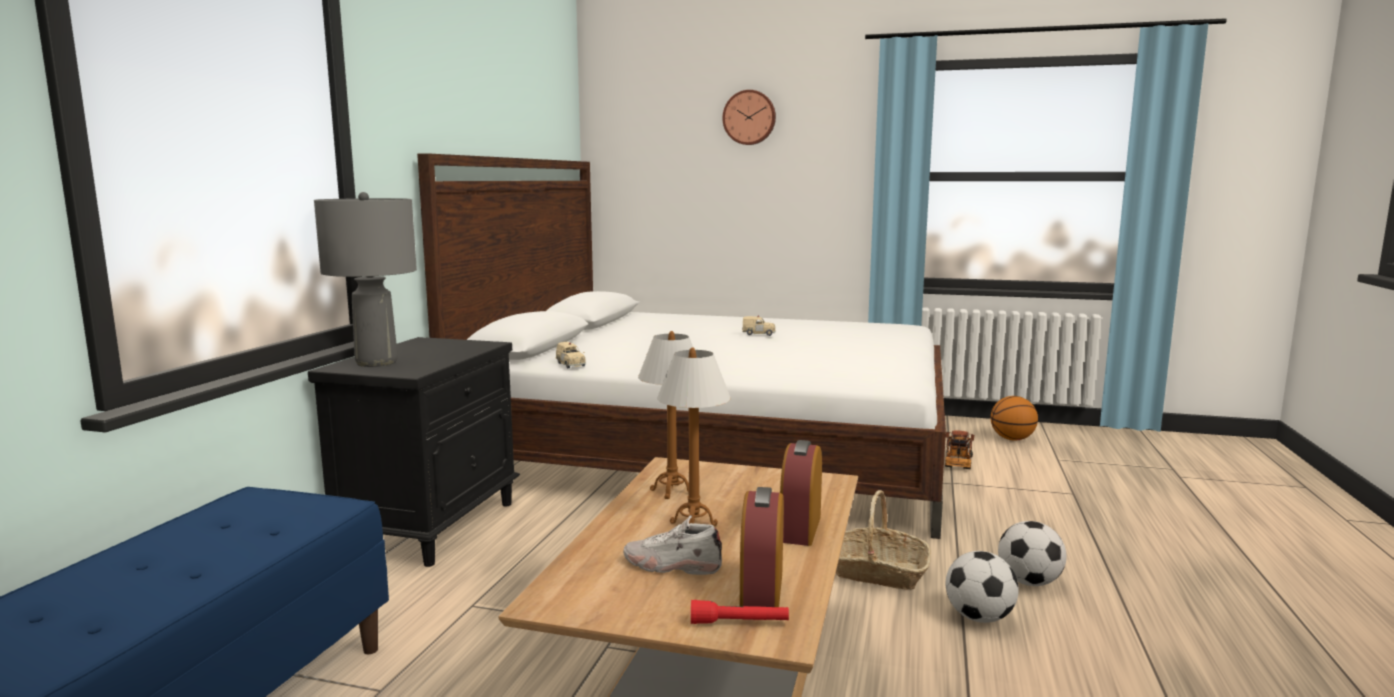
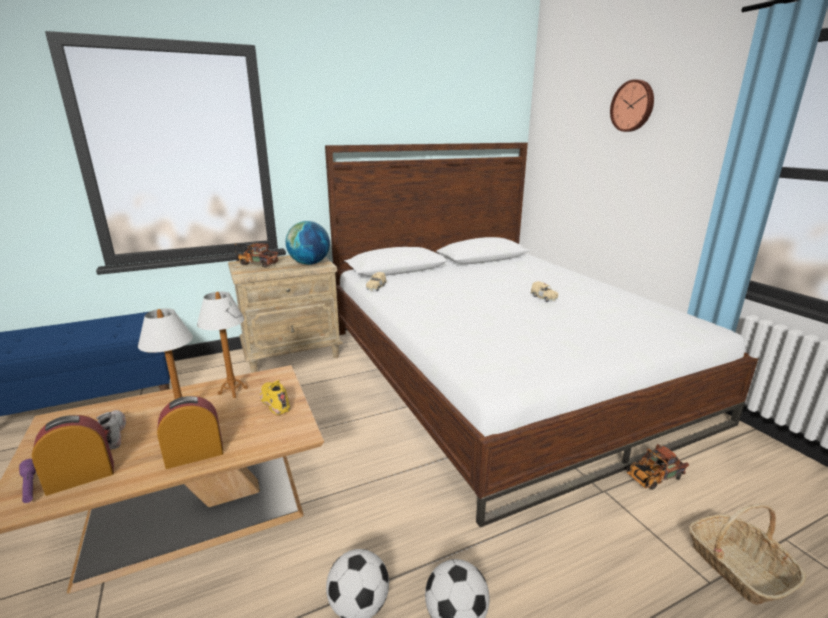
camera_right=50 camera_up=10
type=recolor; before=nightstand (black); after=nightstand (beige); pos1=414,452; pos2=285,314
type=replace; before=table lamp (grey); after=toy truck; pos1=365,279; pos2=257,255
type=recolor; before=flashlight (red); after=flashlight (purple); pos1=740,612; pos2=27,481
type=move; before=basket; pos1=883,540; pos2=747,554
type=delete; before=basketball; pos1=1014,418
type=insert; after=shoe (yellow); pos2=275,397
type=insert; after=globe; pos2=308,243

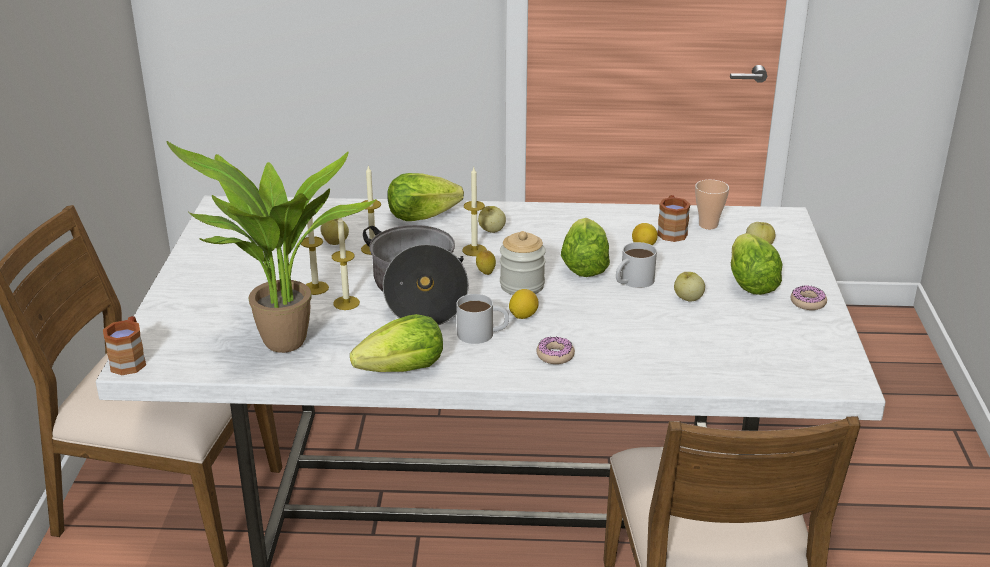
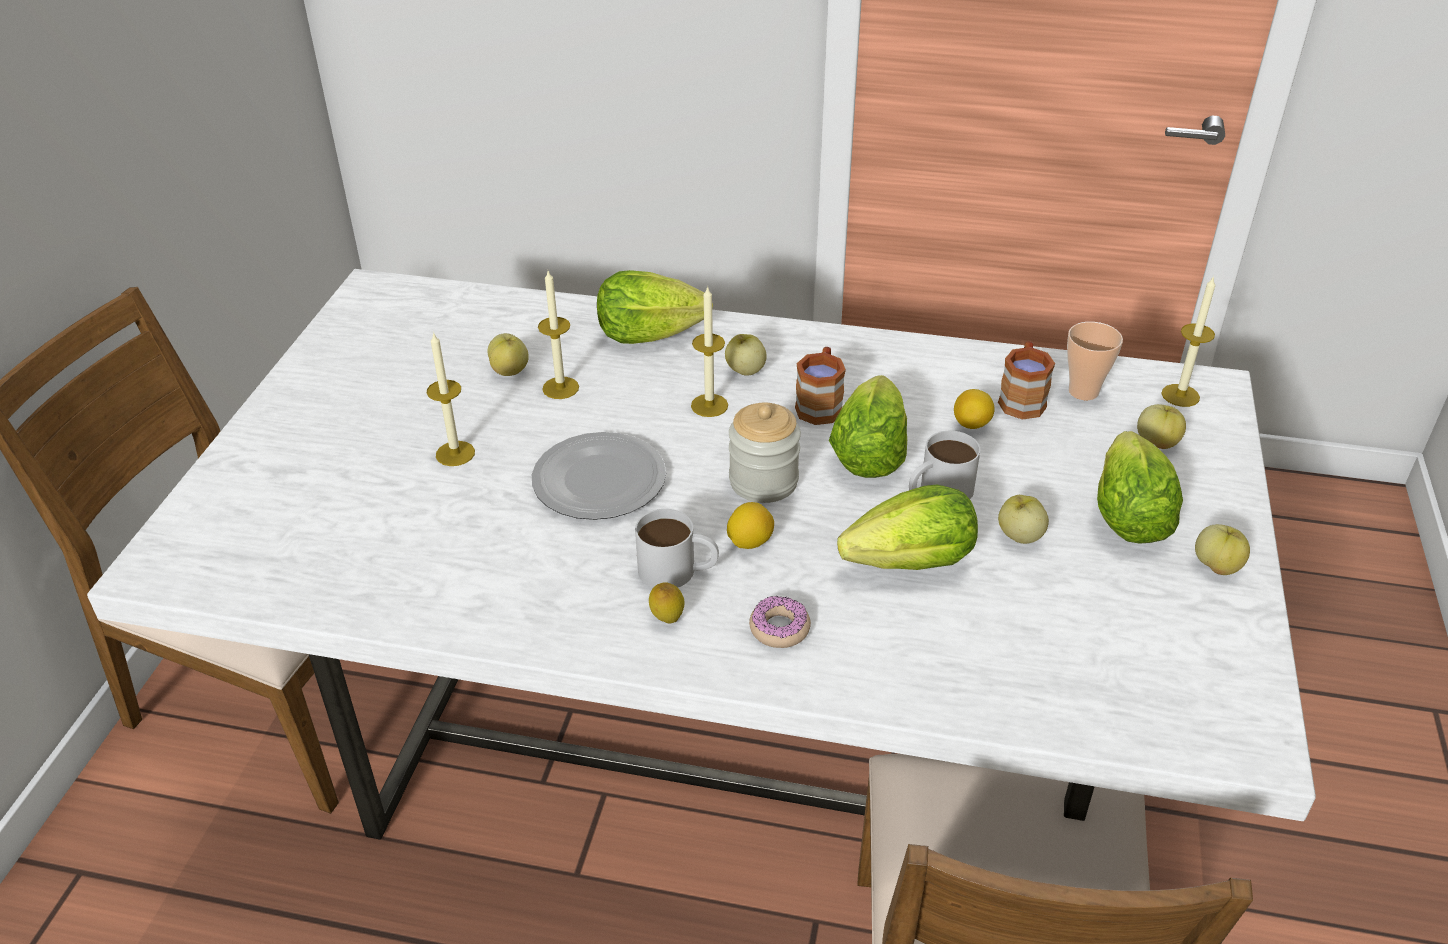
camera_right=10 camera_up=10
type=move; before=mug (brown); pos1=124,345; pos2=820,386
type=delete; before=potted plant; pos1=271,247
type=move; before=candle; pos1=346,264; pos2=1188,341
type=move; before=lettuce; pos1=396,343; pos2=907,527
type=replace; before=cooking pot; after=plate; pos1=416,275; pos2=599,476
type=move; before=lemon; pos1=486,262; pos2=666,602
type=replace; before=donut; after=apple; pos1=809,297; pos2=1222,549

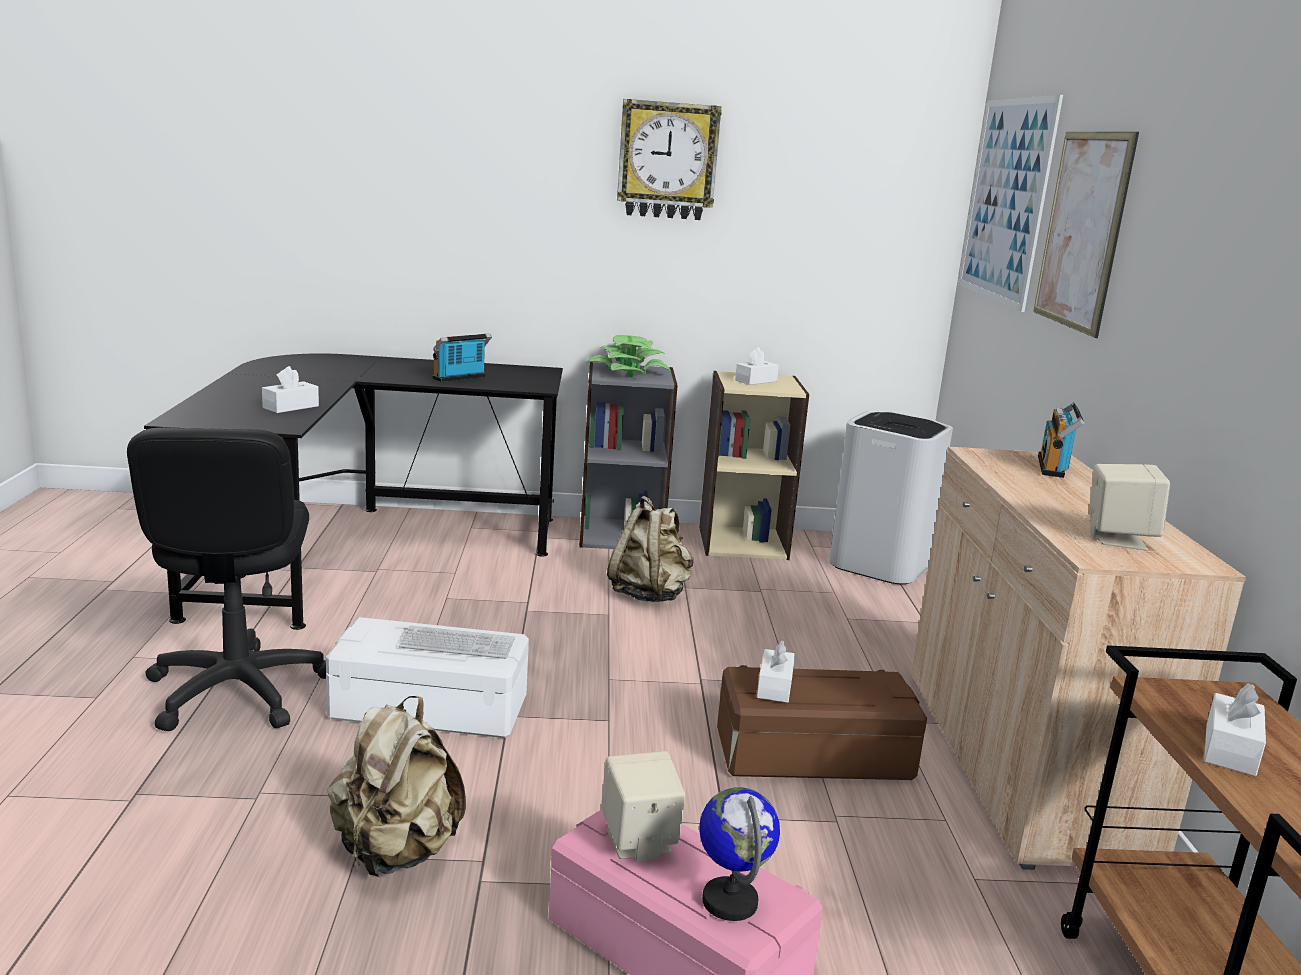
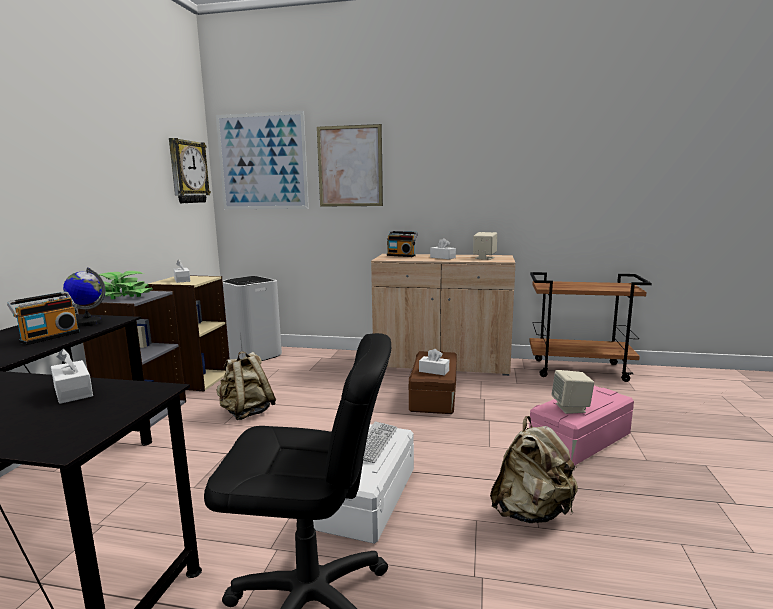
camera_right=-75 camera_up=-5
type=rotate; before=radio; pos1=462,358; pos2=43,318; turn=-120
type=move; before=wall clock; pos1=669,159; pos2=190,170
type=move; before=globe; pos1=739,854; pos2=84,296
type=move; before=tissue box (white); pos1=1235,729; pos2=443,248

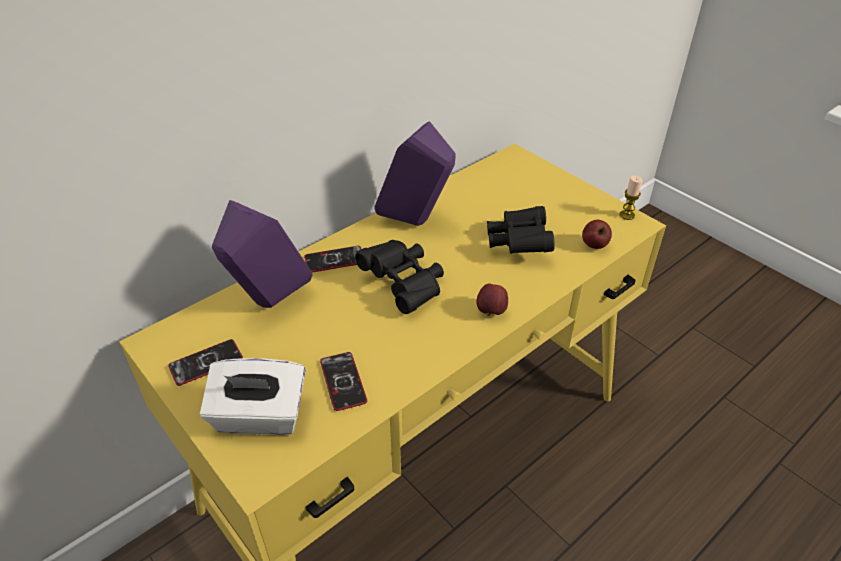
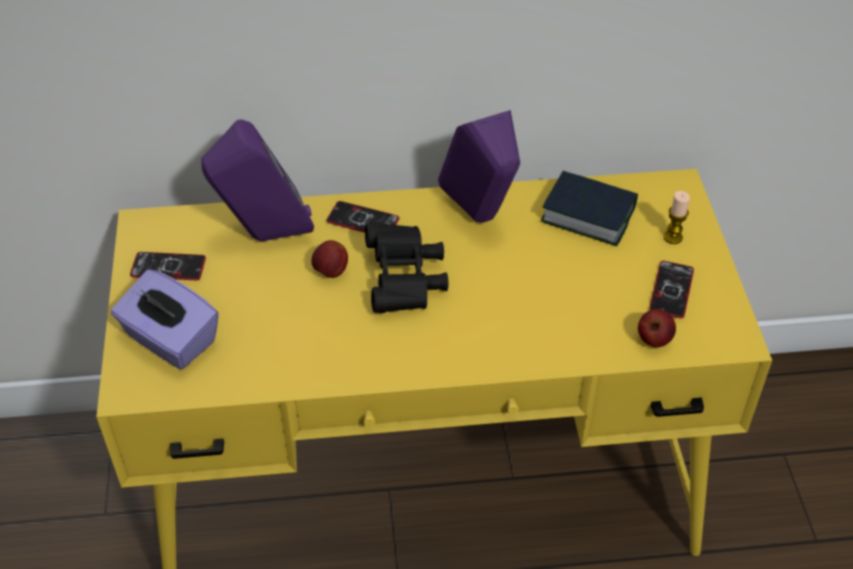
camera_right=35 camera_up=5
type=recolor; before=tissue box (white); after=tissue box (purple); pos1=253,396; pos2=165,319
type=move; before=phone; pos1=343,381; pos2=671,289
type=move; before=apple; pos1=492,299; pos2=329,259
type=delete; before=binoculars (black); pos1=521,230
type=move; before=candle; pos1=631,198; pos2=677,217
type=insert; after=book; pos2=589,208

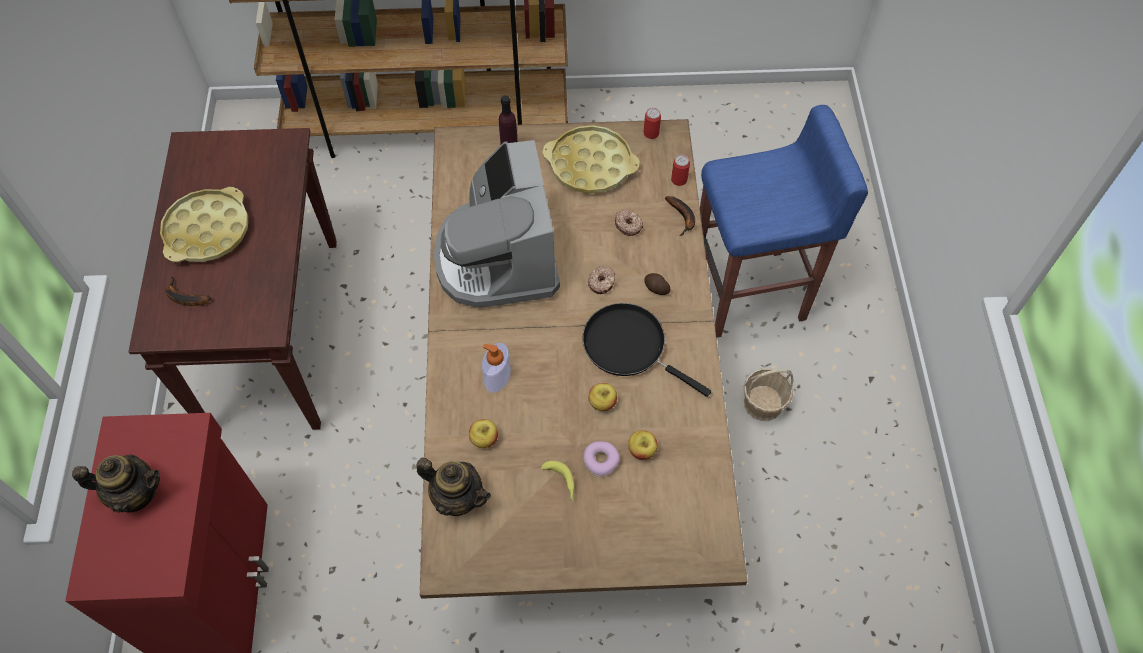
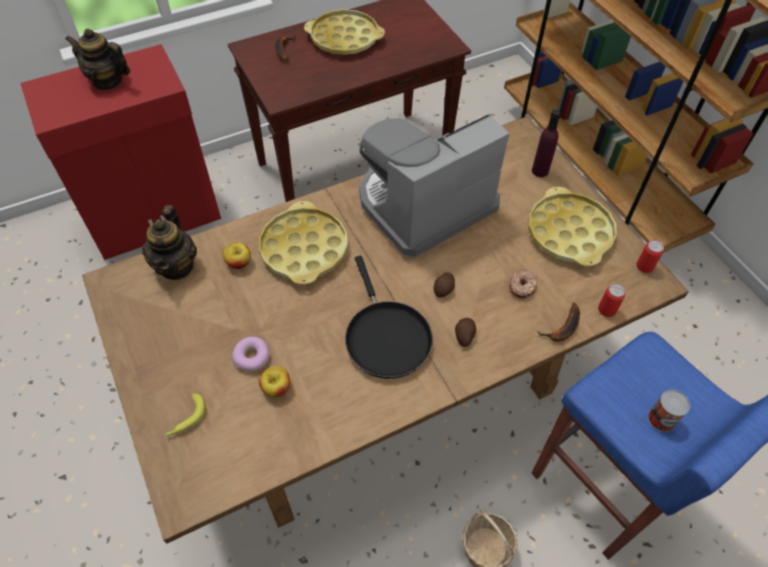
camera_right=65 camera_up=-5
type=rotate; before=teapot; pos1=116,483; pos2=97,59; turn=135
type=replace; before=soap dispenser; after=tray (yellow); pos1=496,368; pos2=303,243
type=move; before=banana; pos1=557,480; pos2=185,415
type=rotate; before=frying pan (black); pos1=647,350; pos2=389,317; turn=150
type=replace; before=donut; after=potato; pos1=601,279; pos2=444,284
type=delete; before=apple; pos1=603,397
type=insert; after=can; pos2=669,410

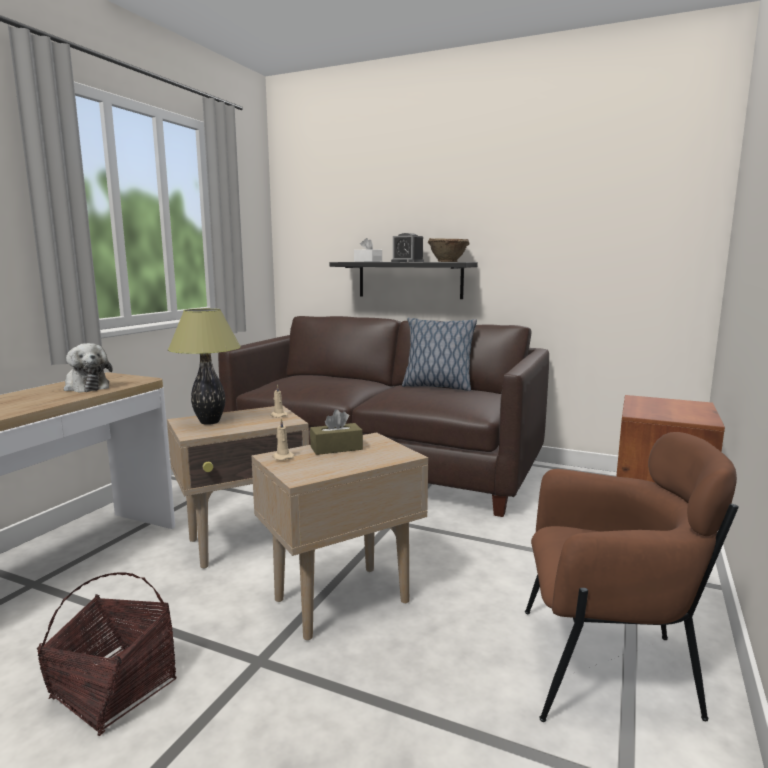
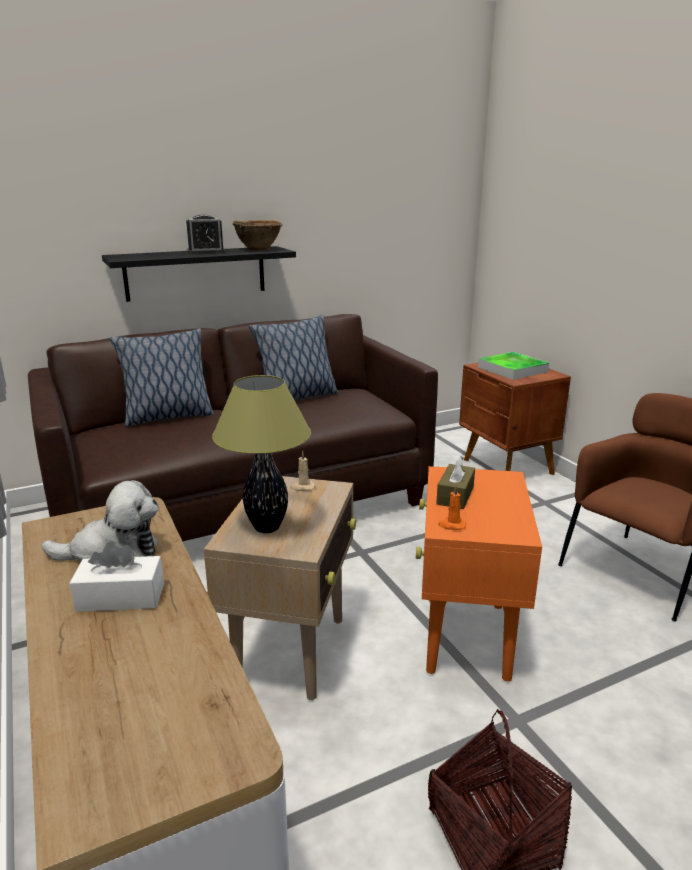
camera_right=-50 camera_up=10
type=recolor; before=side table (beige); after=side table (orange); pos1=339,536; pos2=479,574
type=recolor; before=candle (beige); after=candle (orange); pos1=283,439; pos2=452,508
type=move; before=tissue box (white); pos1=368,250; pos2=116,576
type=insert; after=pillow; pos2=161,377
type=insert; after=tray; pos2=513,366

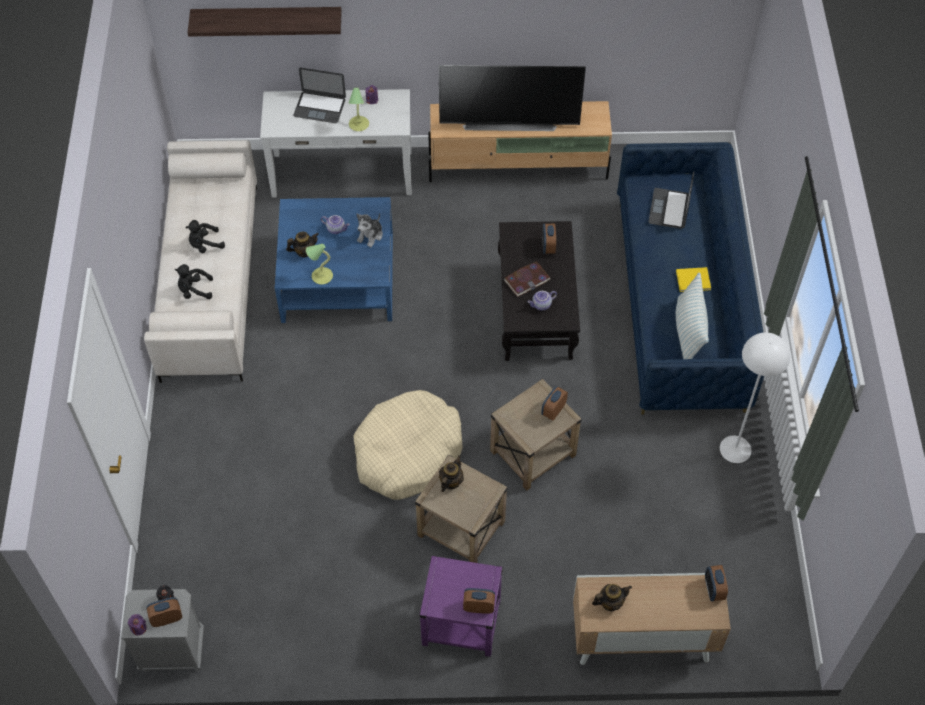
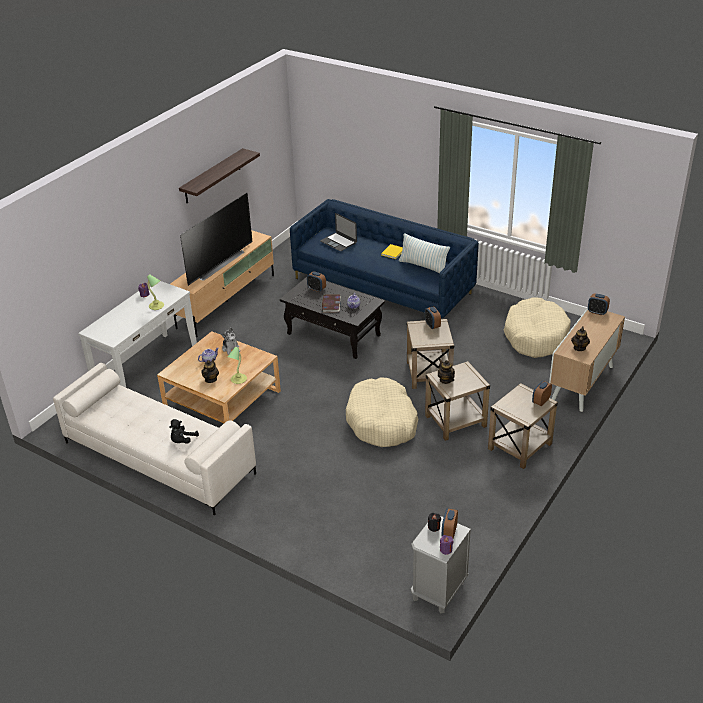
camera_right=-55 camera_up=-20
type=delete; before=plush toy (black); pos1=205,236
type=move; before=shelf; pos1=265,21; pos2=219,175
type=recolor; before=coffee table (blue); after=coffee table (beige); pos1=334,260; pos2=219,377
type=delete; before=laptop; pos1=319,95
type=recolor; before=side table (purple); after=side table (beige); pos1=461,606; pos2=523,426
type=delete; before=floor lamp (white); pos1=755,397
type=insert; after=dog bed (beige); pos2=537,328

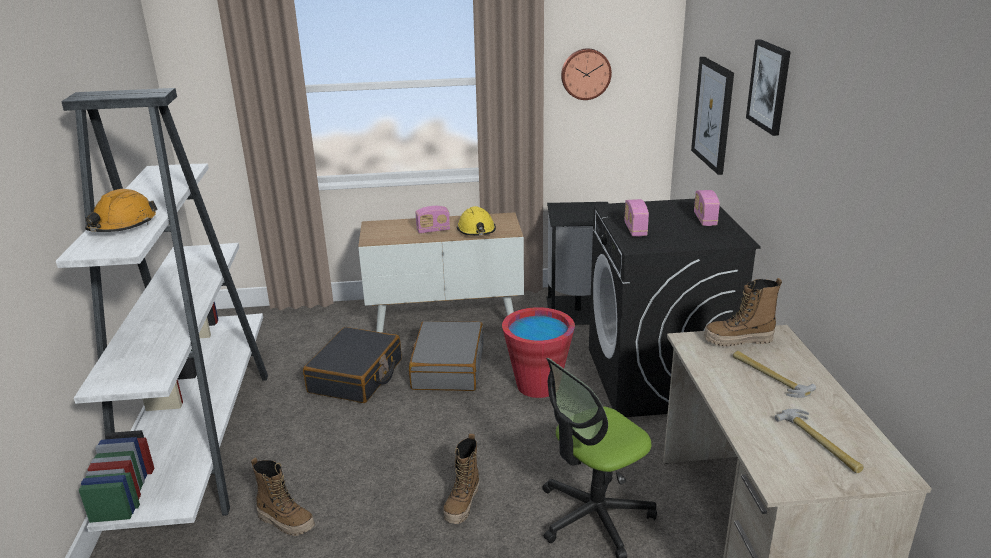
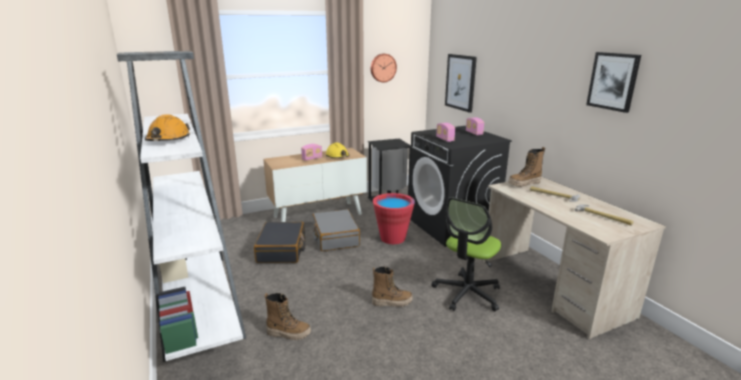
camera_right=-20 camera_up=-5
type=rotate; before=boot; pos1=461,479; pos2=392,286; turn=-90
type=move; before=picture; pos1=768,87; pos2=613,82

